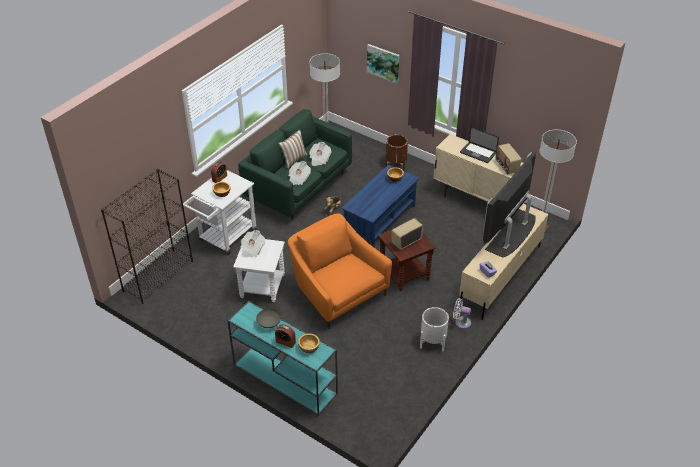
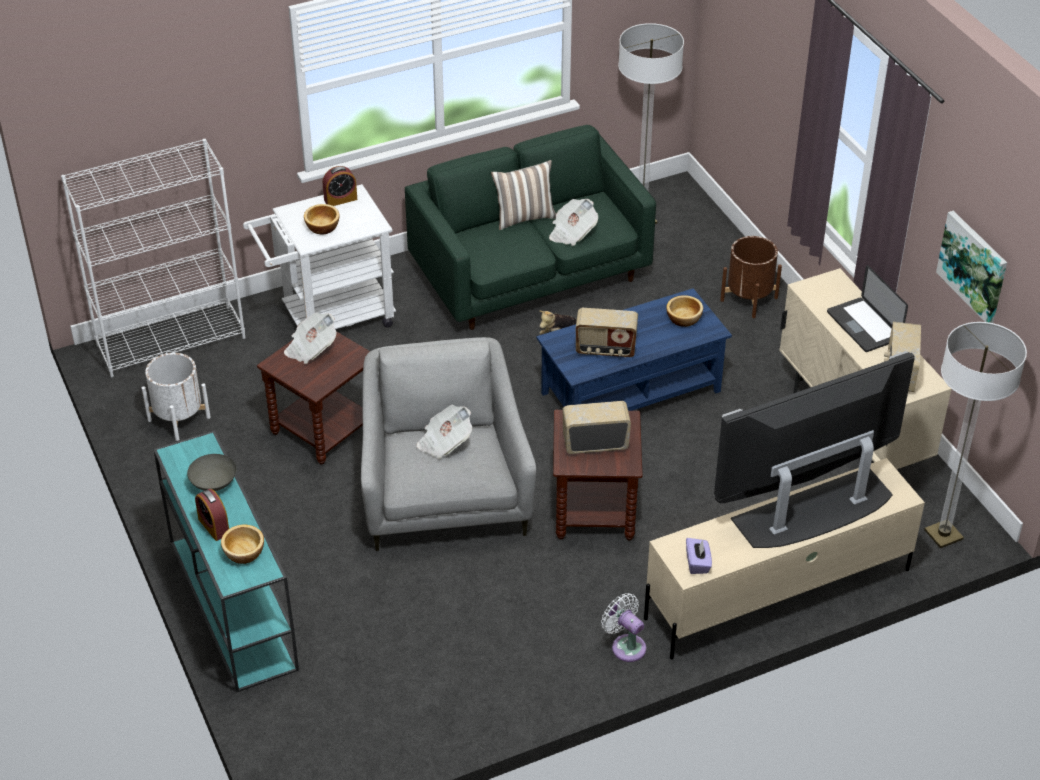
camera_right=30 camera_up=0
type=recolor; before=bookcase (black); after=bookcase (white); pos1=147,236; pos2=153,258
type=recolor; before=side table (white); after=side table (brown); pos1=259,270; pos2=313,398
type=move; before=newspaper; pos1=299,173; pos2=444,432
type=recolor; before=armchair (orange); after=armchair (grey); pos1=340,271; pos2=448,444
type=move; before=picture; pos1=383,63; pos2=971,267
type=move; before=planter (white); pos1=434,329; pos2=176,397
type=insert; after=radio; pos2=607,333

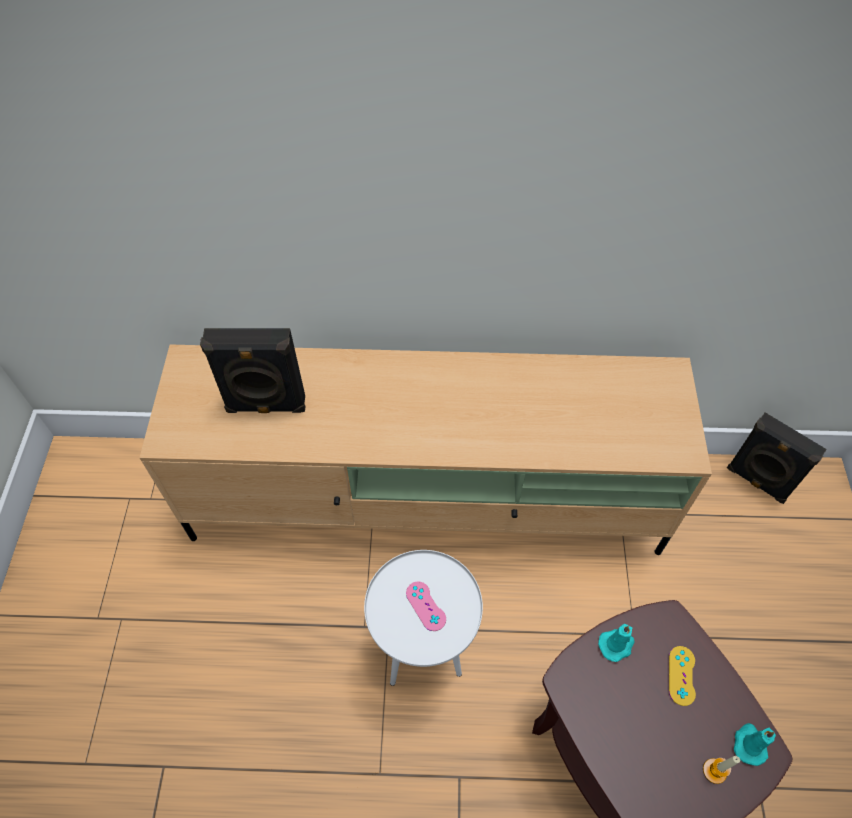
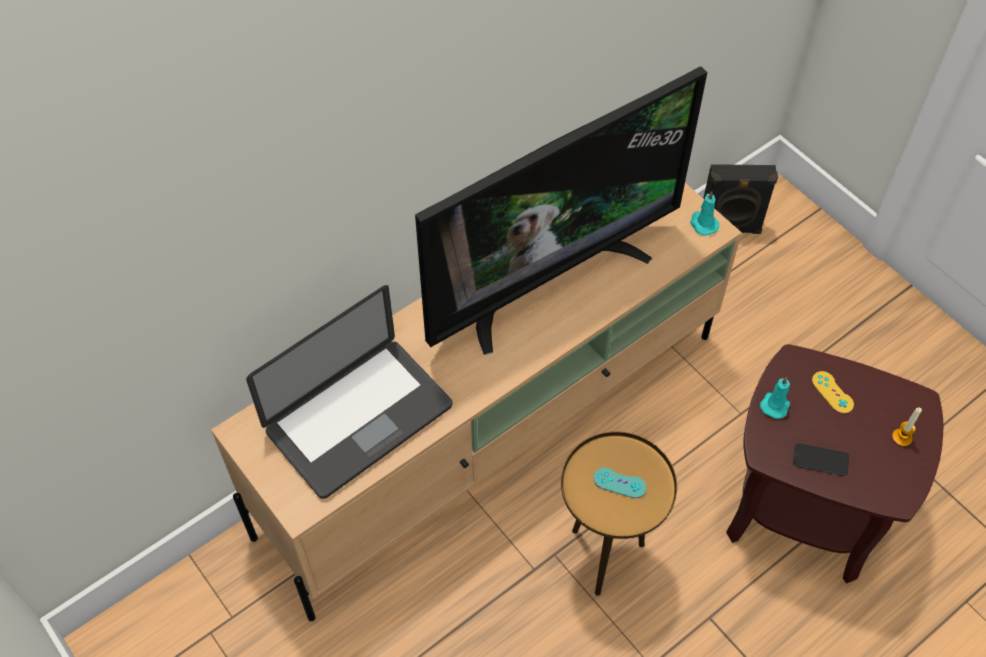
camera_right=-40 camera_up=0
type=replace; before=speaker (black); after=laptop; pos1=252,370; pos2=349,392
type=recolor; before=side table (white); after=side table (brown); pos1=423,618; pos2=619,514
type=recolor; before=game controller (pink); after=game controller (turquoise); pos1=426,606; pos2=620,482
type=move; before=candle (turquoise); pos1=755,744; pos2=704,213
type=insert; after=television; pos2=561,210
type=insert; after=phone; pos2=821,459

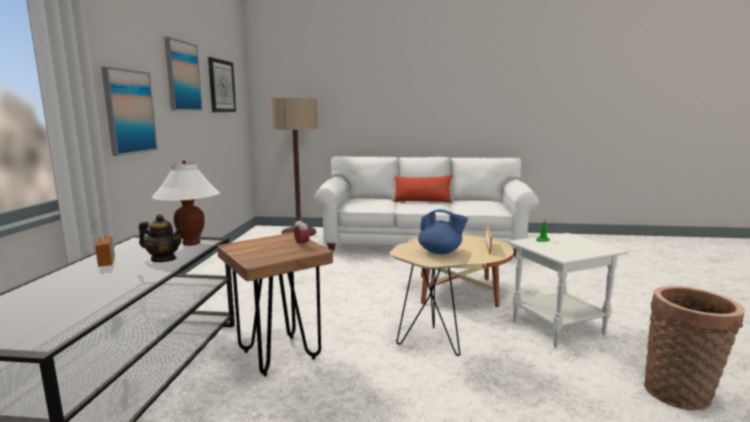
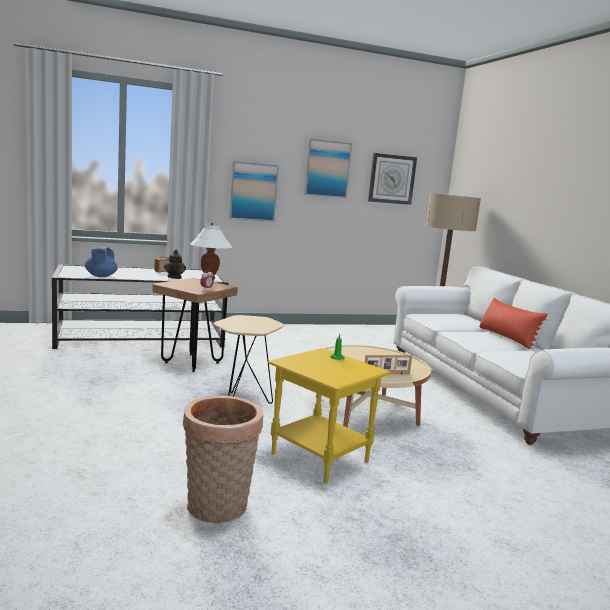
camera_right=65 camera_up=0
type=move; before=teapot (blue); pos1=443,231; pos2=101,261
type=recolor; before=side table (white); after=side table (yellow); pos1=568,290; pos2=329,415

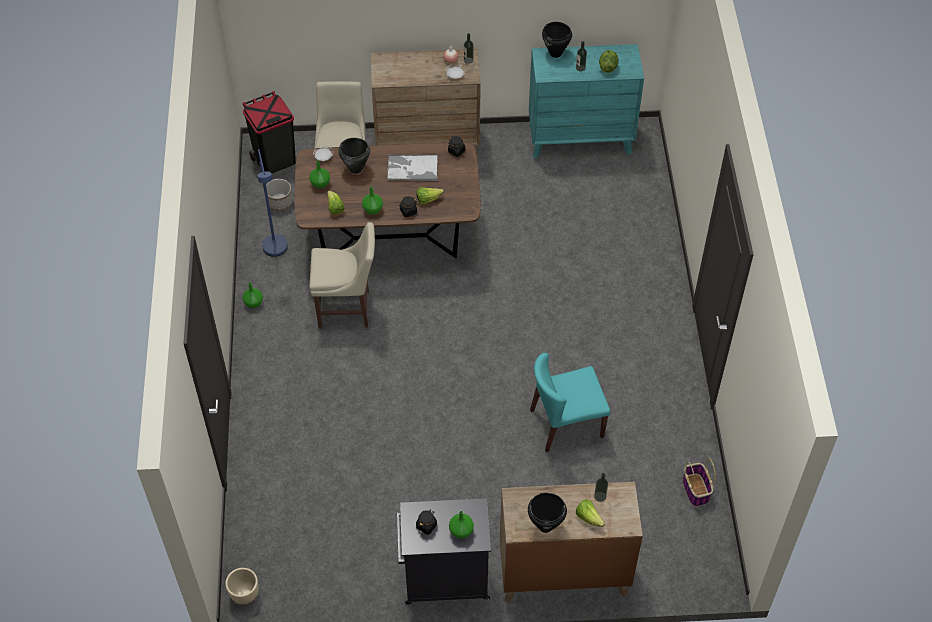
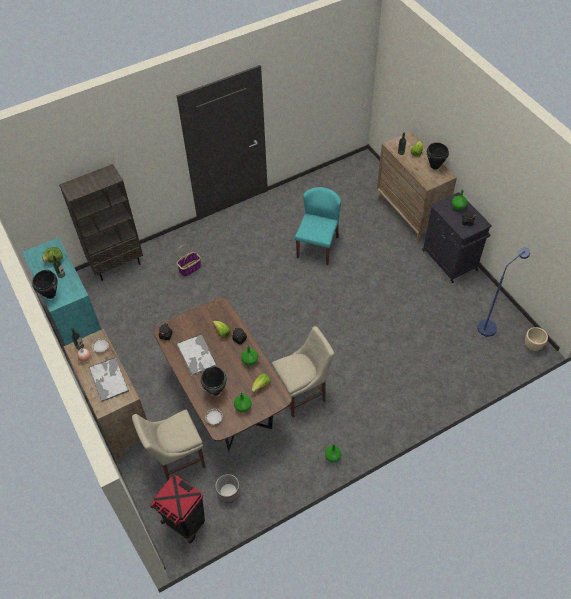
camera_right=-115 camera_up=0
type=move; before=floor lamp (blue); pos1=272,203; pos2=503,292
type=rotate; before=chair (beige); pos1=342,275; pos2=303,371; turn=90
type=rotate; before=chair (turquoise); pos1=570,402; pos2=318,226; turn=-120
type=move; before=basket; pos1=699,482; pos2=189,260
type=insert; after=bookcase (brown); pos2=101,222
type=insert; after=tray; pos2=109,379

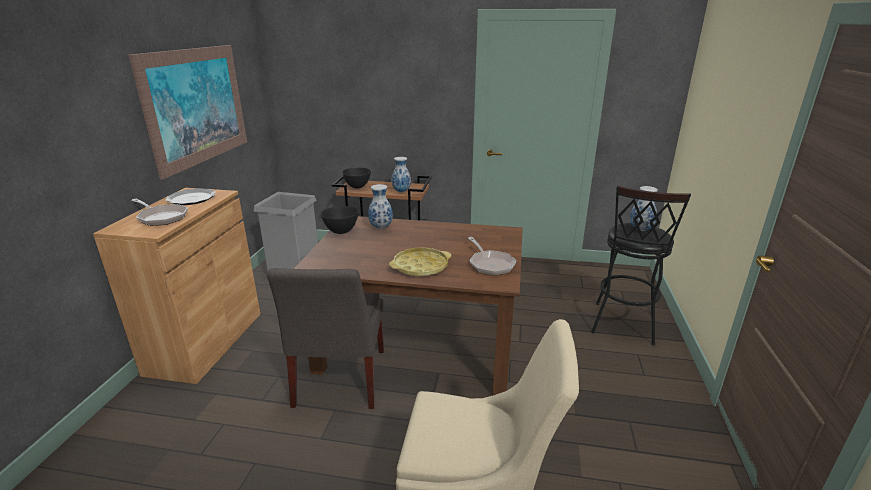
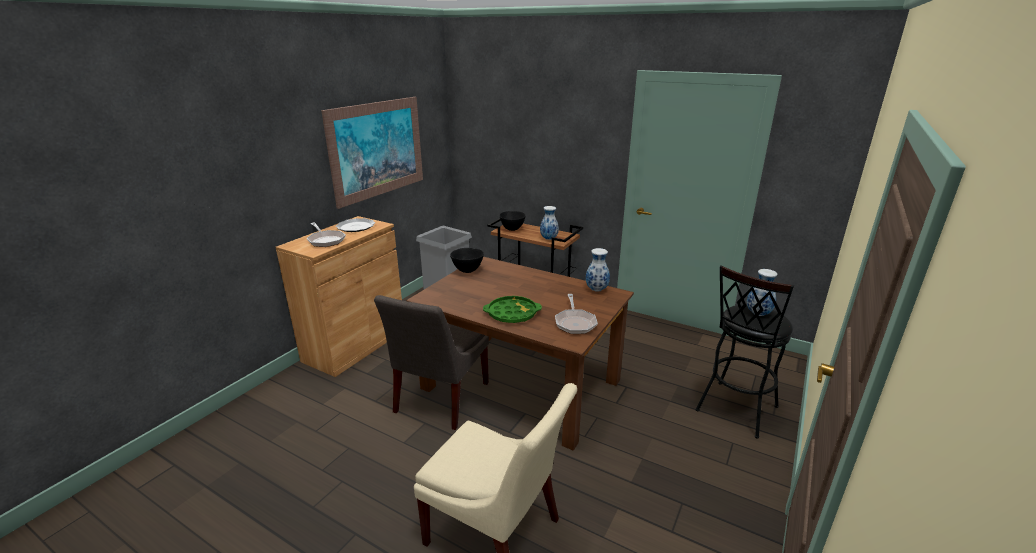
camera_right=20 camera_up=0
type=move; before=vase; pos1=380,206; pos2=598,270
type=recolor; before=tray (yellow); after=tray (green); pos1=420,262; pos2=512,309

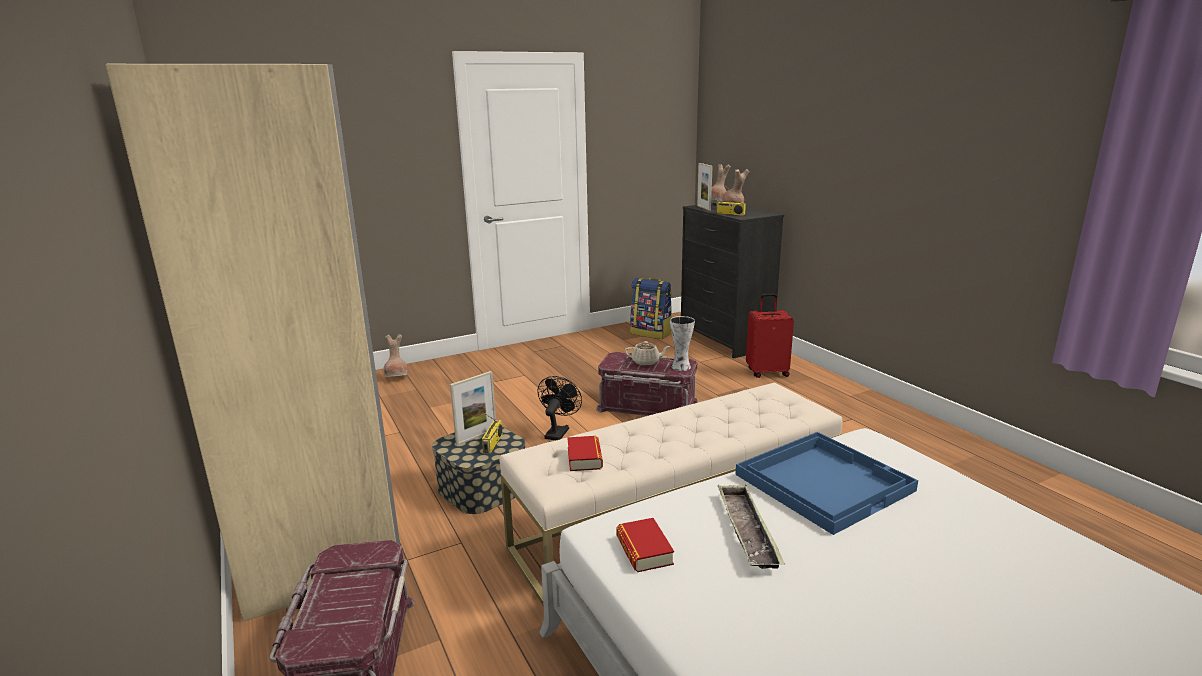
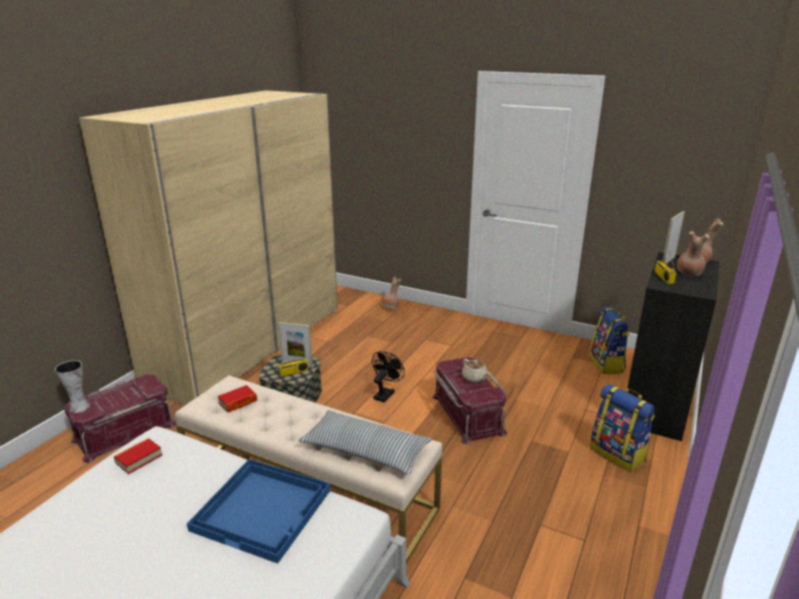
camera_right=55 camera_up=5
type=rotate; before=fan (black); pos1=559,408; pos2=388,376; turn=-45
type=move; before=vase; pos1=682,343; pos2=72,386
type=delete; before=tray; pos1=751,527
type=replace; before=suitcase (red); after=backpack; pos1=770,336; pos2=622,428
type=insert; after=pillow; pos2=364,442

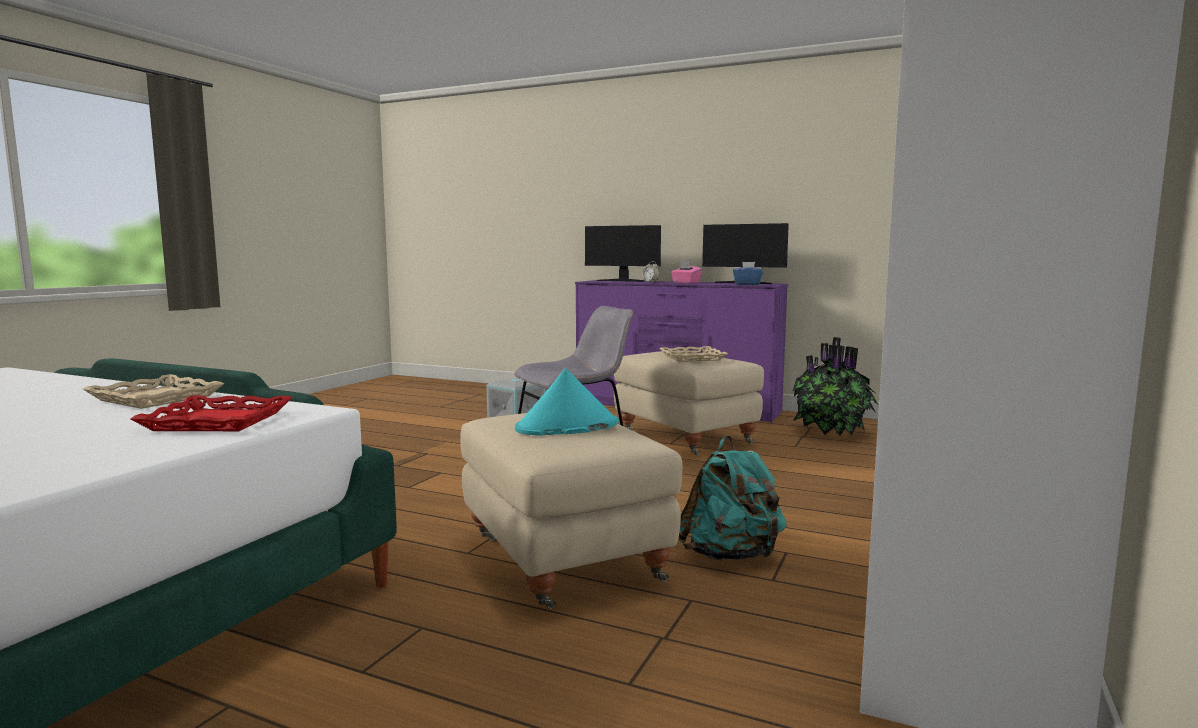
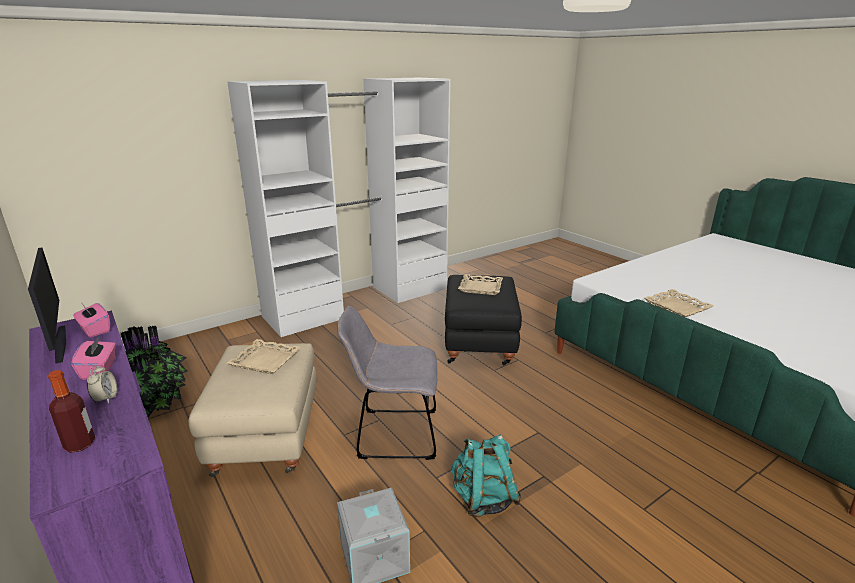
camera_right=-150 camera_up=15
type=delete; before=tray (red); pos1=211,413
type=recolor; before=ottoman (beige); after=ottoman (black); pos1=571,511; pos2=483,320
type=replace; before=hat (turquoise); after=tray (beige); pos1=567,402; pos2=480,284
type=replace; before=monitor; after=bottle; pos1=623,253; pos2=71,411
type=move; before=backpack (turquoise); pos1=732,497; pos2=487,476
type=recolor; before=tissue box (blue); after=tissue box (pink); pos1=748,273; pos2=91,319

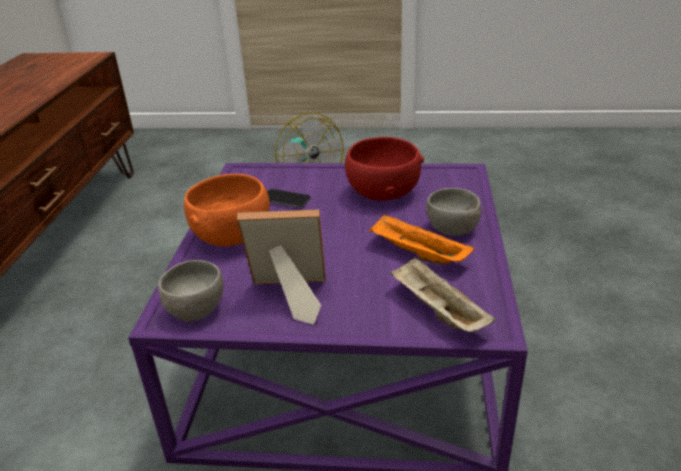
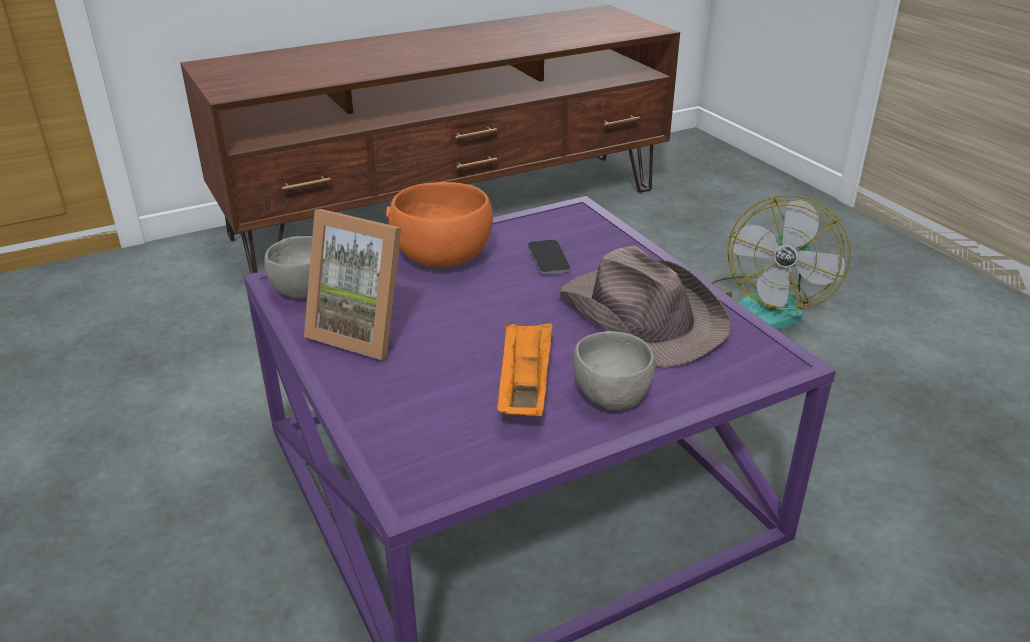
camera_right=55 camera_up=0
type=rotate; before=picture frame; pos1=281,267; pos2=352,284; turn=150
type=replace; before=bowl (red); after=hat (brown); pos1=384,169; pos2=645,307
type=delete; before=tray (beige); pos1=443,294

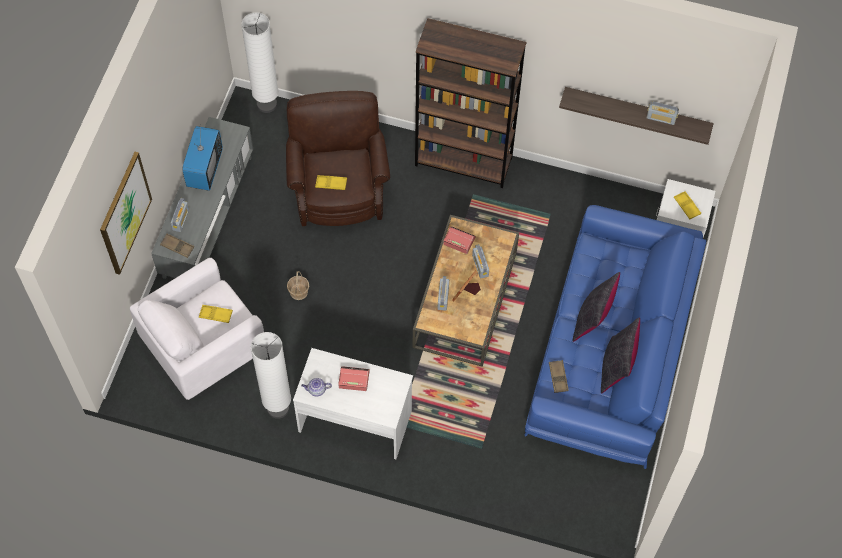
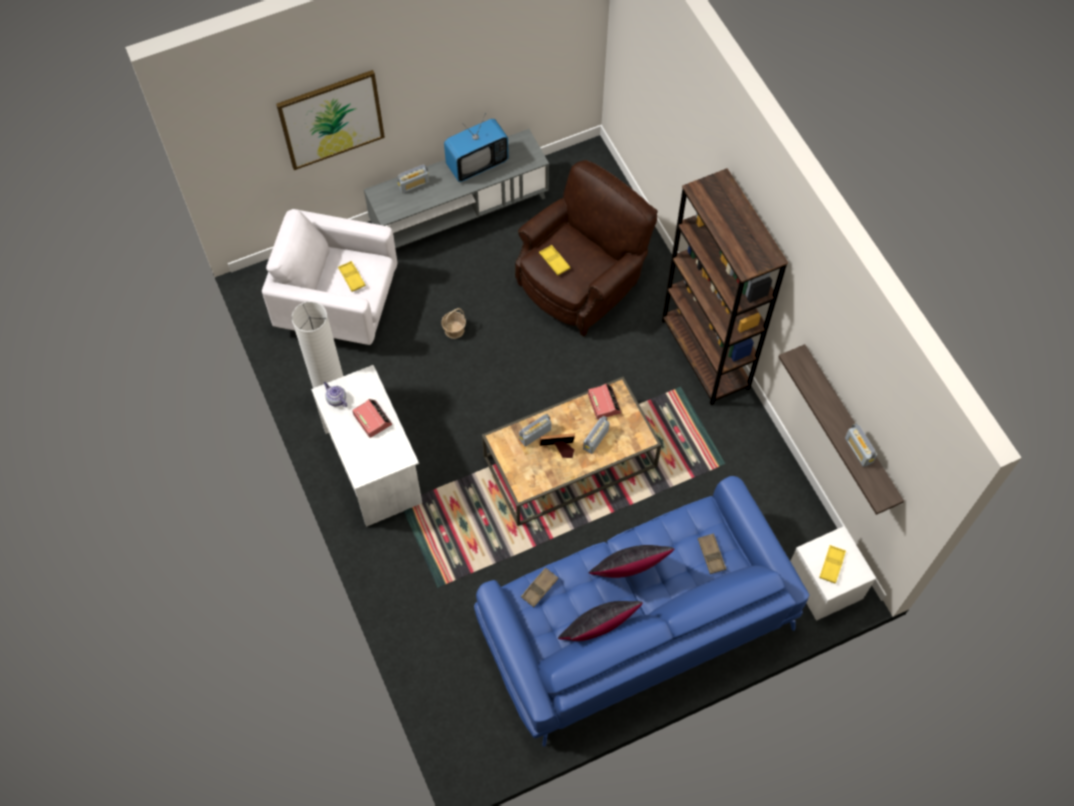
camera_right=50 camera_up=0
type=move; before=tray (brown); pos1=177,246; pos2=712,553
type=delete; before=floor lamp (white); pos1=260,62

